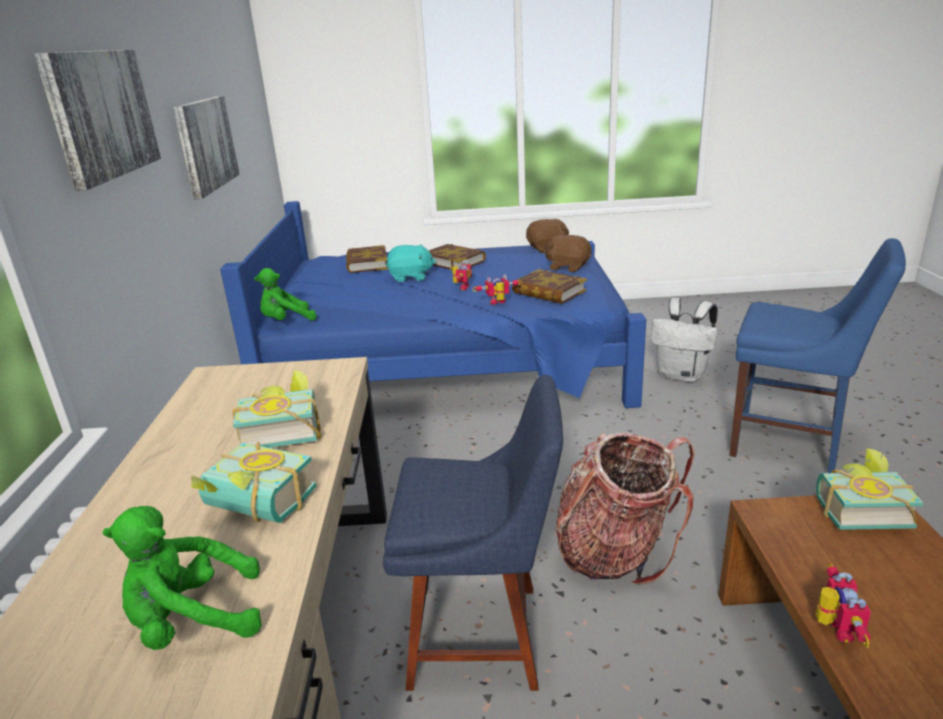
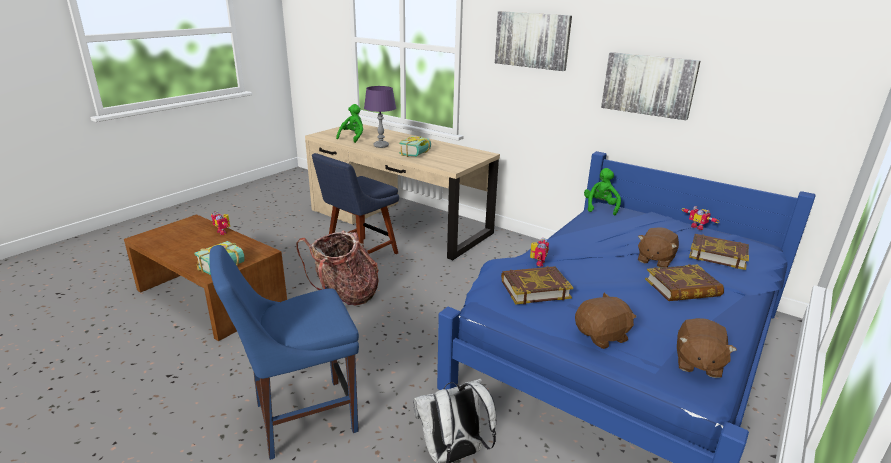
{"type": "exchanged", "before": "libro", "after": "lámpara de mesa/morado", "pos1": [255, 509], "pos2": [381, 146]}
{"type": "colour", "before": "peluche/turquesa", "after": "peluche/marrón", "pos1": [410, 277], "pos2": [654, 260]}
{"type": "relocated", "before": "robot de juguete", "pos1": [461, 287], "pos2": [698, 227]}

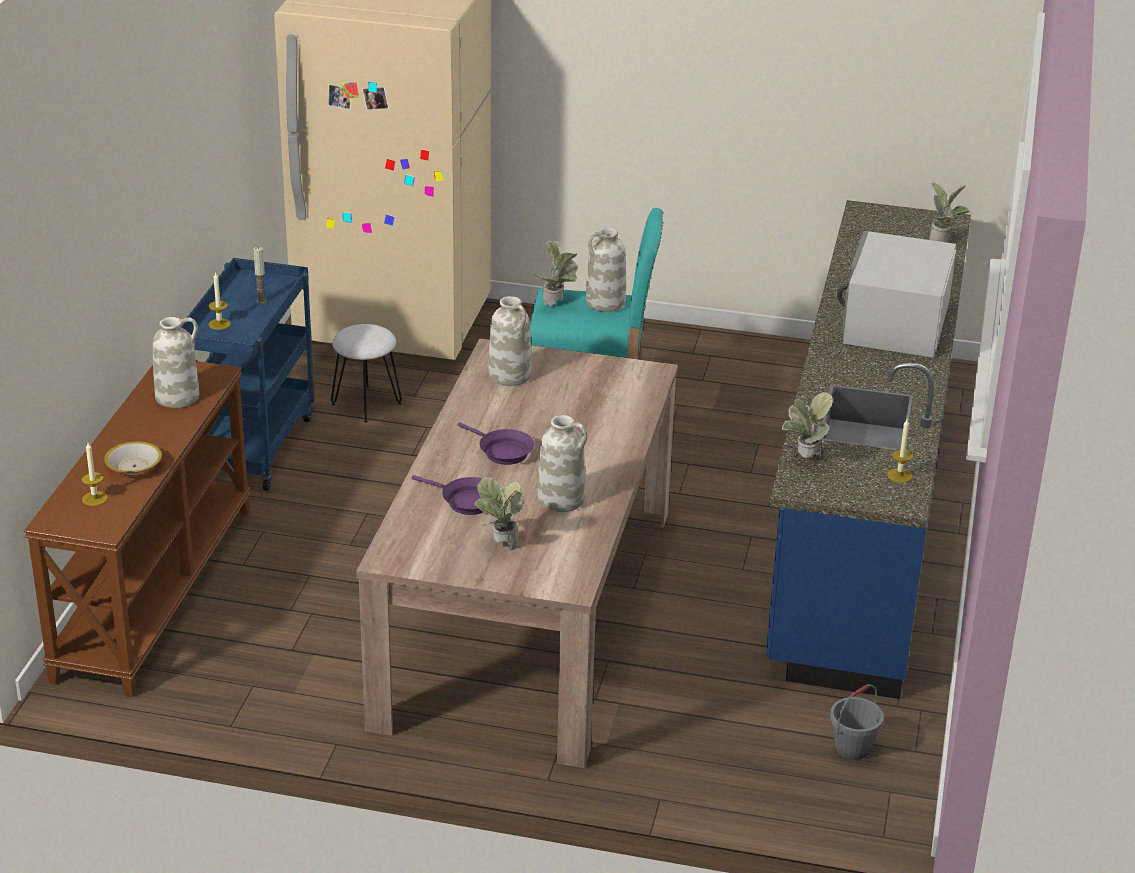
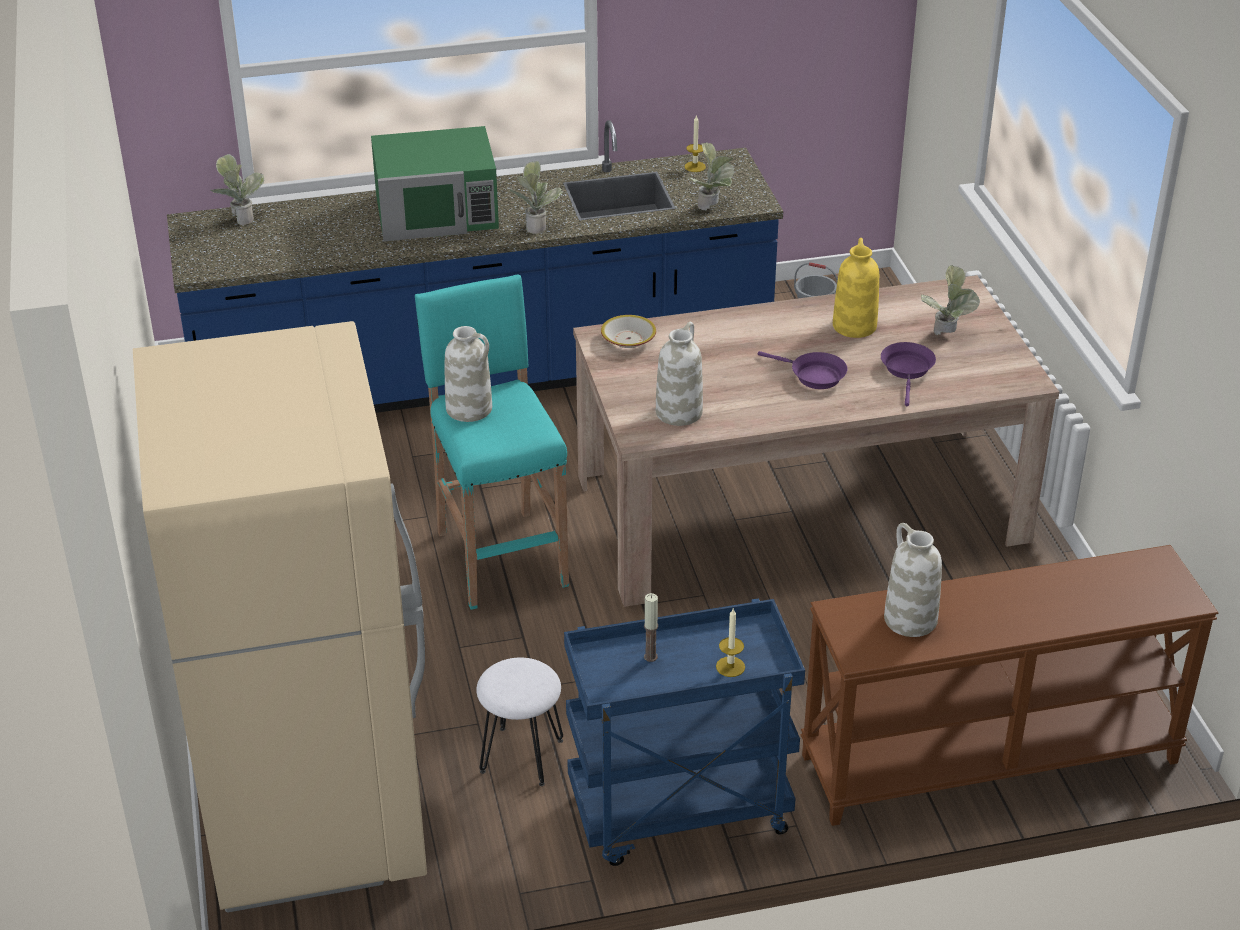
{"type": "missing", "before": "vela", "pos1": [94, 498]}
{"type": "relocated", "before": "cuenco", "pos1": [134, 467], "pos2": [628, 339]}
{"type": "spun", "before": "sartén/morado", "pos1": [502, 451], "pos2": [813, 376], "turn": 105}
{"type": "relocated", "before": "planta en maceta", "pos1": [557, 303], "pos2": [536, 225]}
{"type": "colour", "before": "florero/blanco", "after": "florero/amarillo", "pos1": [561, 499], "pos2": [854, 325]}
{"type": "colour", "before": "microondas/blanco", "after": "microondas/verde", "pos1": [894, 323], "pos2": [437, 212]}

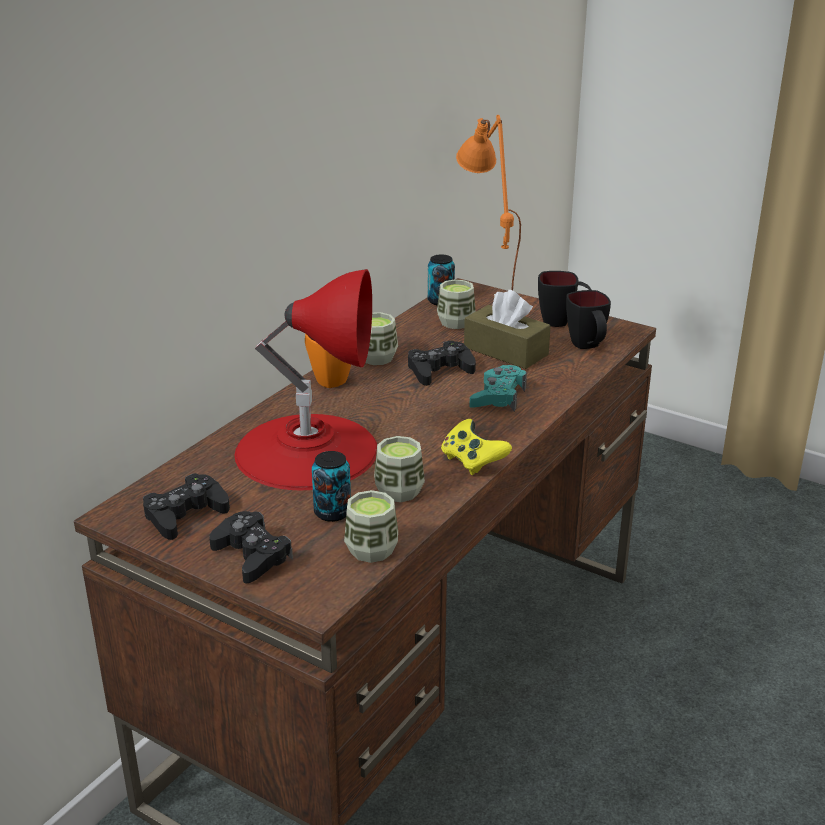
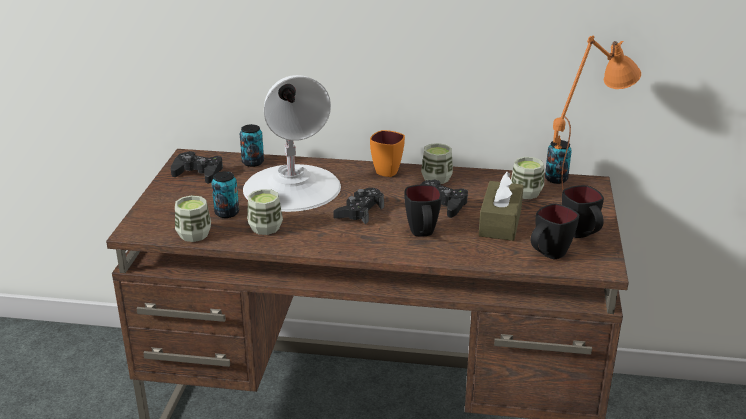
{"type": "relocated", "before": "mando de consola/negro", "pos1": [252, 555], "pos2": [359, 212]}
{"type": "colour", "before": "lámpara de mesa/rojo", "after": "lámpara de mesa/blanco", "pos1": [307, 450], "pos2": [292, 187]}
{"type": "missing", "before": "mando de consola/amarillo", "pos1": [472, 461]}
{"type": "exchanged", "before": "mando de consola/turquesa", "after": "taza grande/negro", "pos1": [498, 397], "pos2": [423, 234]}
{"type": "appeared", "after": "lata", "pos2": [253, 162]}

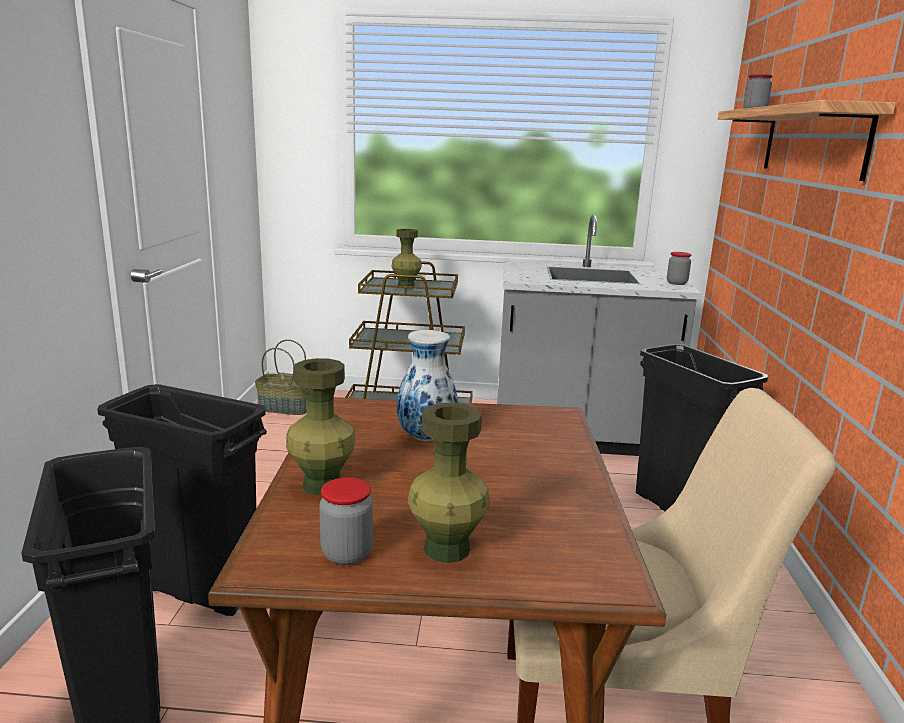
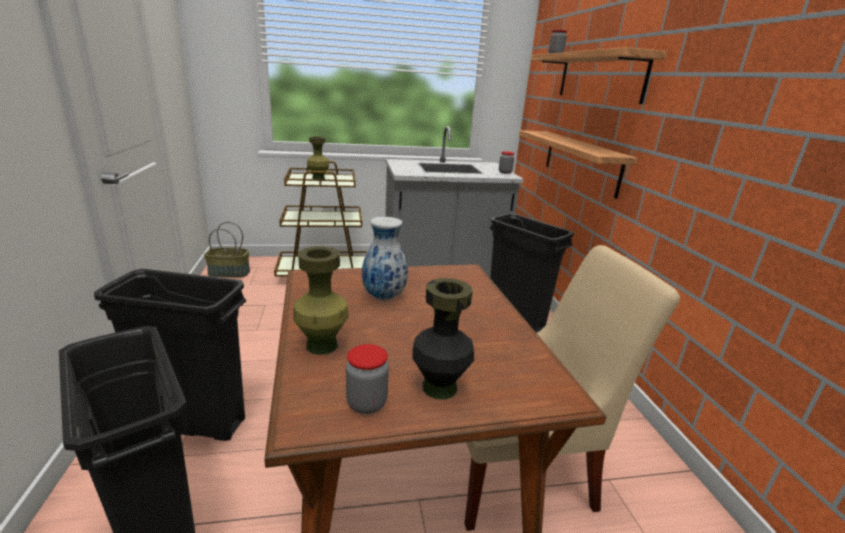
{"type": "colour", "before": "florero/verde", "after": "florero/negro", "pos1": [446, 549], "pos2": [439, 388]}
{"type": "appeared", "after": "estante", "pos2": [580, 161]}

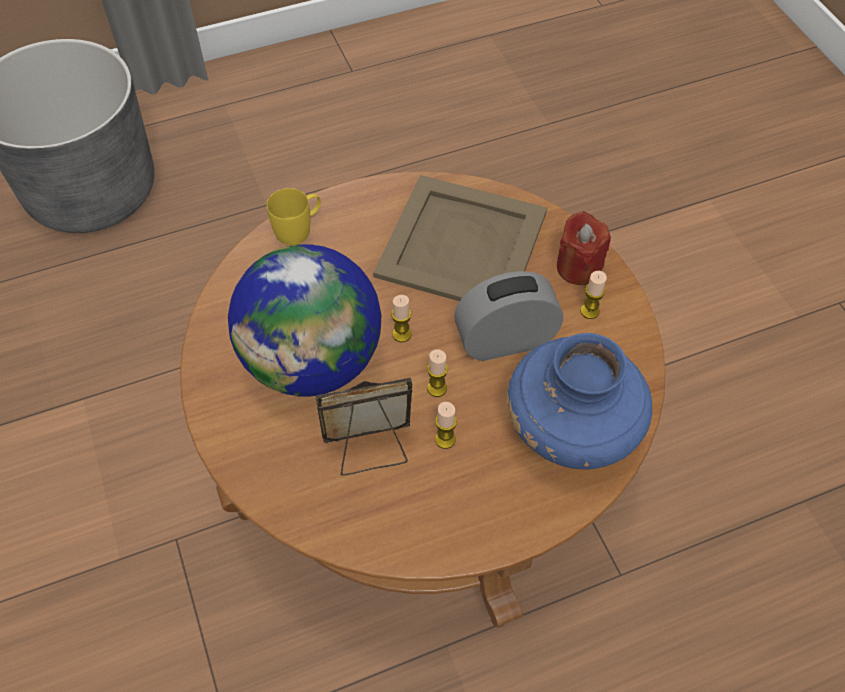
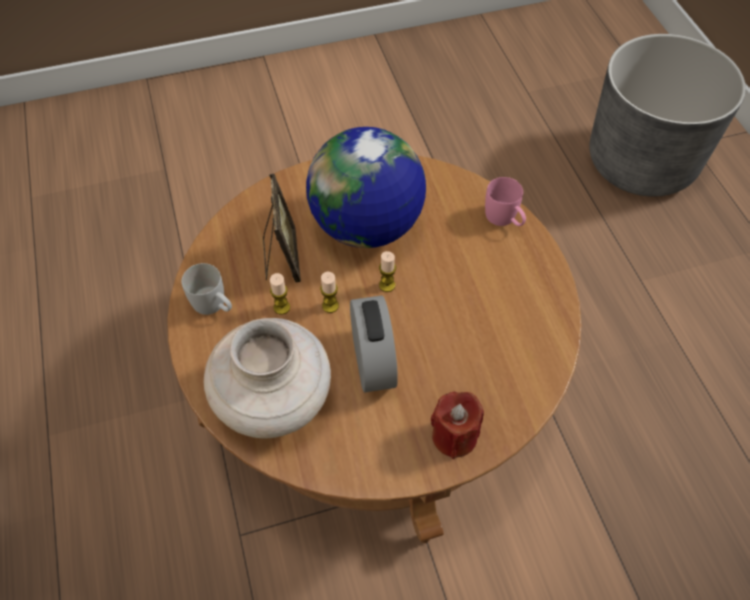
{"type": "colour", "before": "taza grande/amarillo", "after": "taza grande/rosa", "pos1": [299, 228], "pos2": [504, 219]}
{"type": "missing", "before": "bandeja/beis", "pos1": [463, 245]}
{"type": "colour", "before": "florero/azul", "after": "florero/beis", "pos1": [572, 430], "pos2": [274, 401]}
{"type": "missing", "before": "vela", "pos1": [589, 311]}
{"type": "appeared", "after": "taza grande/blanco", "pos2": [214, 305]}

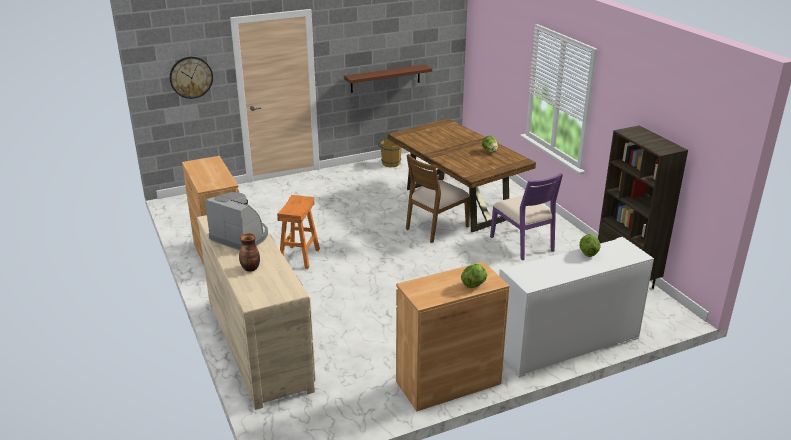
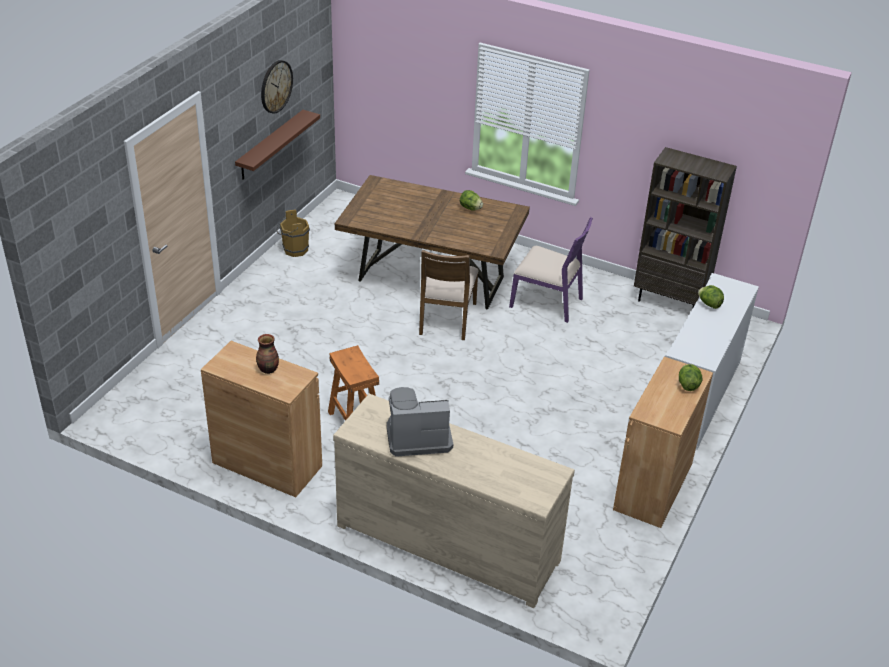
{"type": "relocated", "before": "reloj de pared", "pos1": [191, 77], "pos2": [276, 86]}
{"type": "relocated", "before": "florero", "pos1": [250, 268], "pos2": [268, 369]}

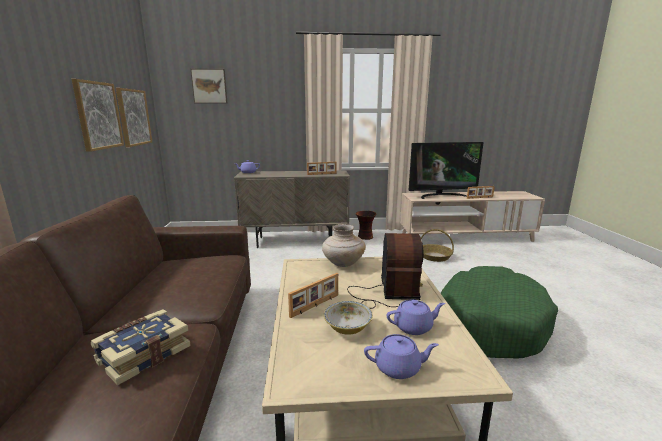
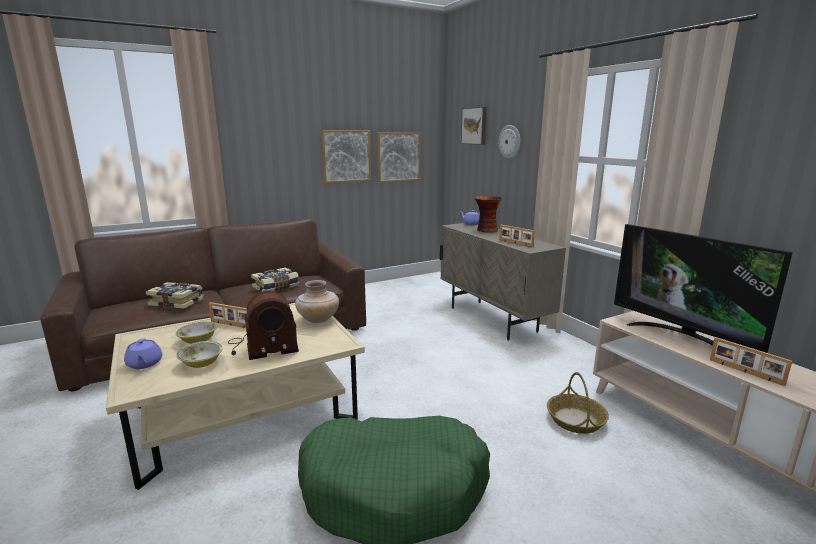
{"type": "relocated", "before": "florero", "pos1": [365, 237], "pos2": [486, 230]}
{"type": "exchanged", "before": "tetera/morado", "after": "cuenco", "pos1": [414, 327], "pos2": [201, 363]}
{"type": "appeared", "after": "libro", "pos2": [276, 287]}
{"type": "appeared", "after": "reloj de pared", "pos2": [510, 142]}

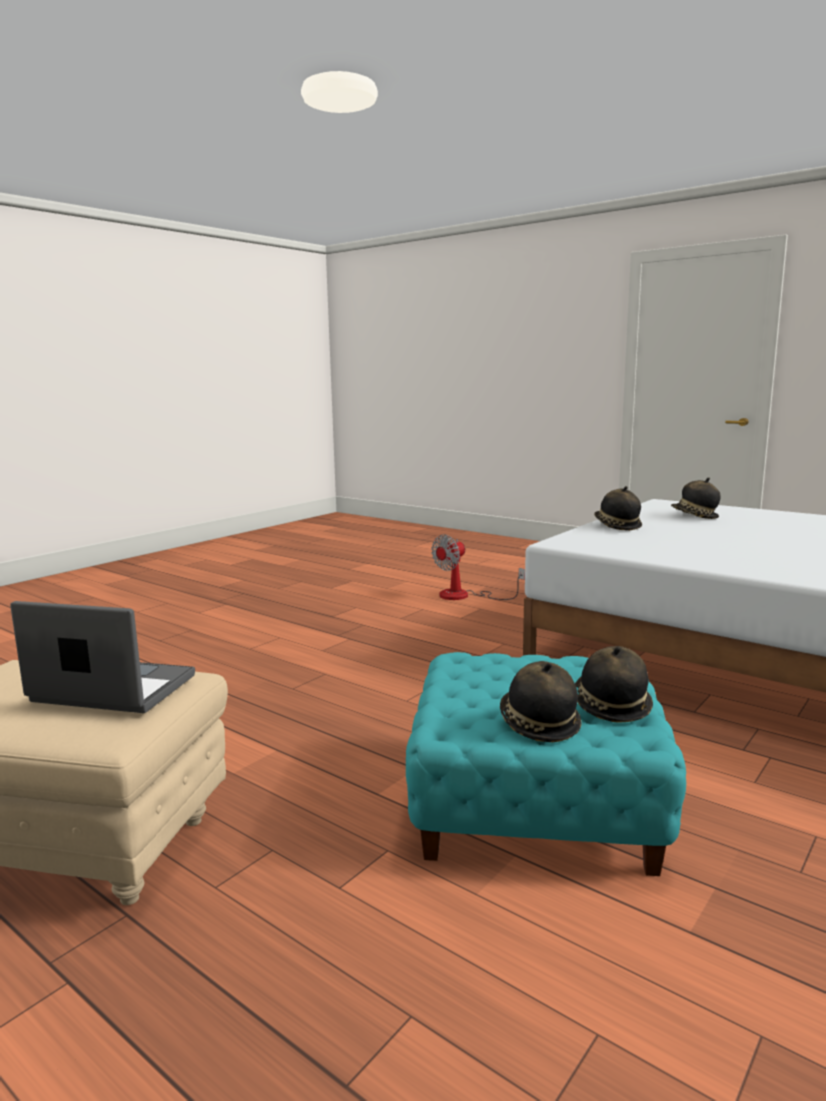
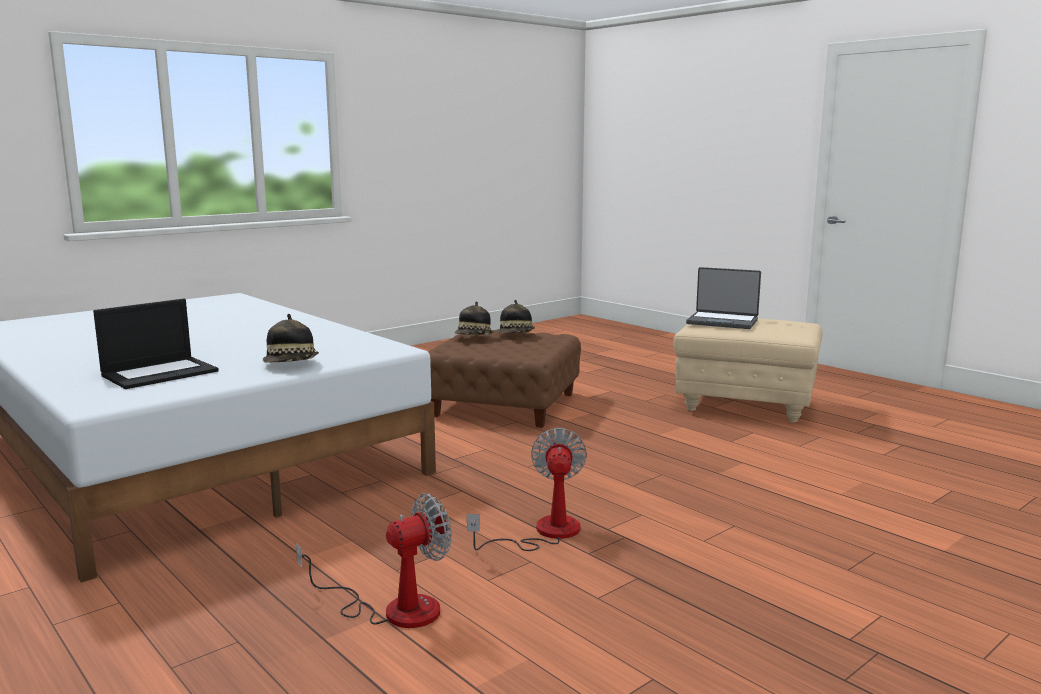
{"type": "colour", "before": "puf/turquesa", "after": "puf/marrón", "pos1": [535, 803], "pos2": [505, 404]}
{"type": "exchanged", "before": "sombrero", "after": "portátil", "pos1": [694, 516], "pos2": [160, 373]}
{"type": "appeared", "after": "ventilador", "pos2": [544, 533]}

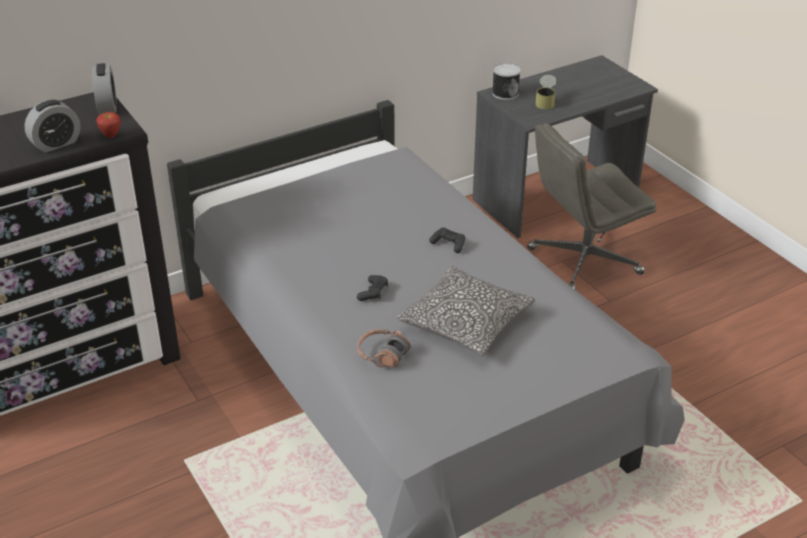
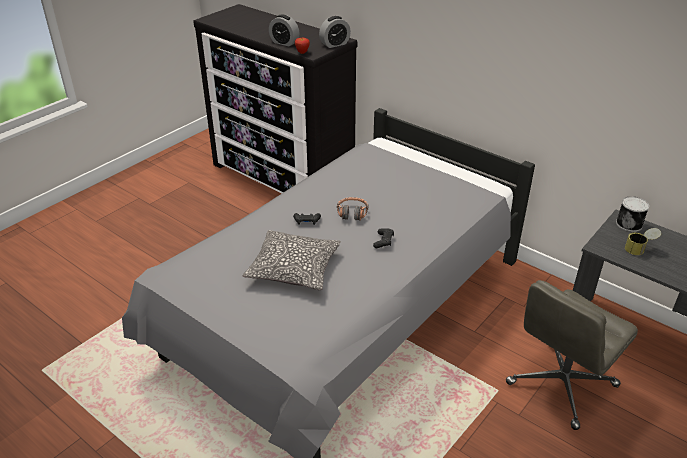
{"type": "relocated", "before": "auriculares", "pos1": [382, 354], "pos2": [352, 213]}
{"type": "spun", "before": "silla de oficina/gris", "pos1": [583, 262], "pos2": [561, 385], "turn": -90}

